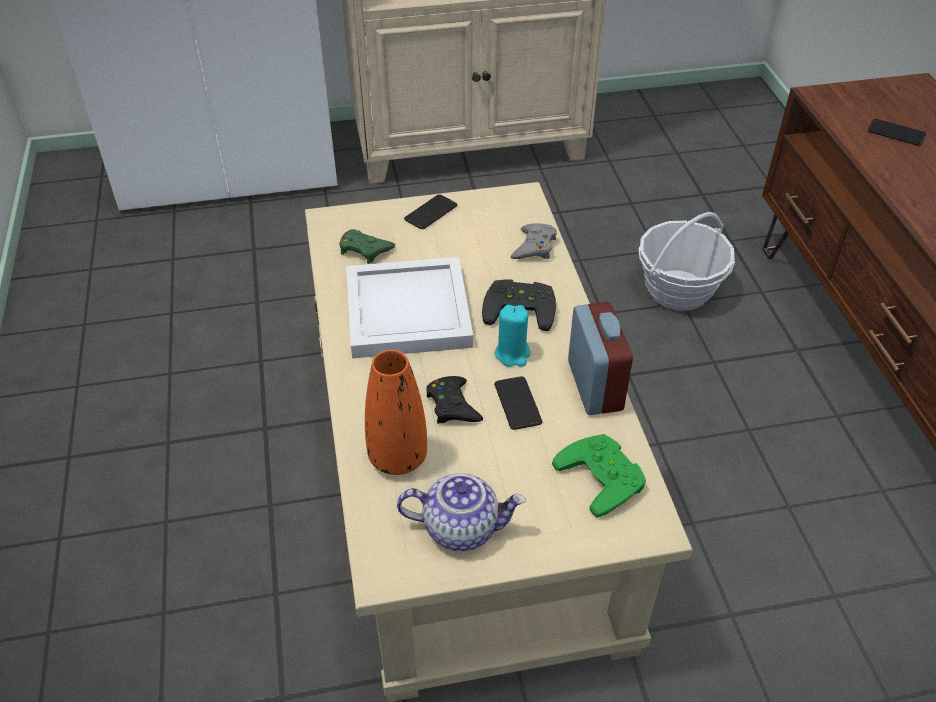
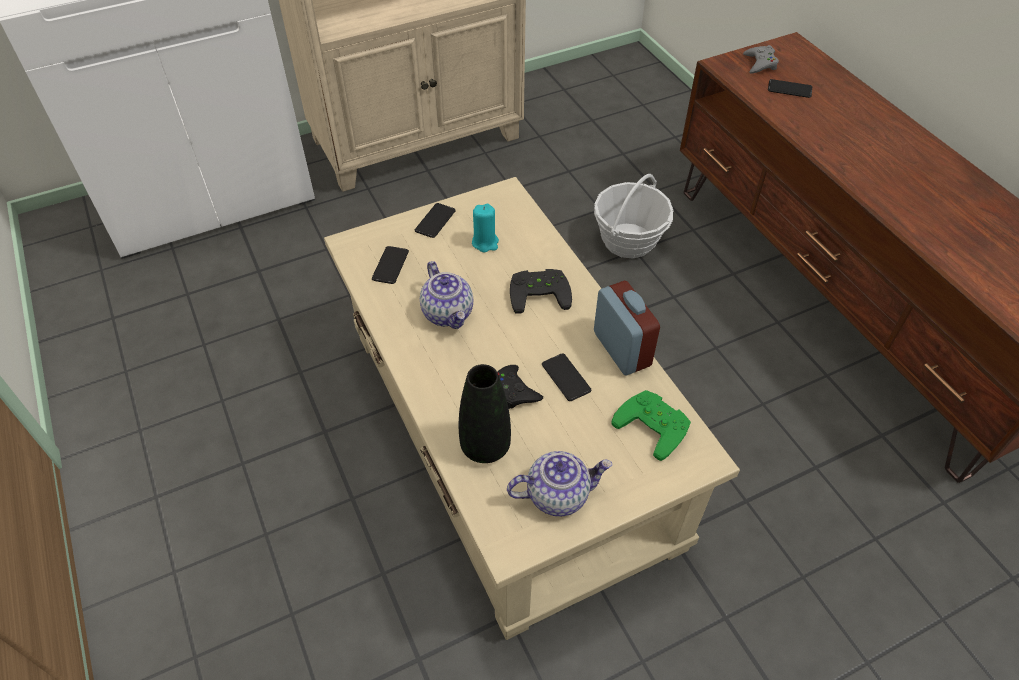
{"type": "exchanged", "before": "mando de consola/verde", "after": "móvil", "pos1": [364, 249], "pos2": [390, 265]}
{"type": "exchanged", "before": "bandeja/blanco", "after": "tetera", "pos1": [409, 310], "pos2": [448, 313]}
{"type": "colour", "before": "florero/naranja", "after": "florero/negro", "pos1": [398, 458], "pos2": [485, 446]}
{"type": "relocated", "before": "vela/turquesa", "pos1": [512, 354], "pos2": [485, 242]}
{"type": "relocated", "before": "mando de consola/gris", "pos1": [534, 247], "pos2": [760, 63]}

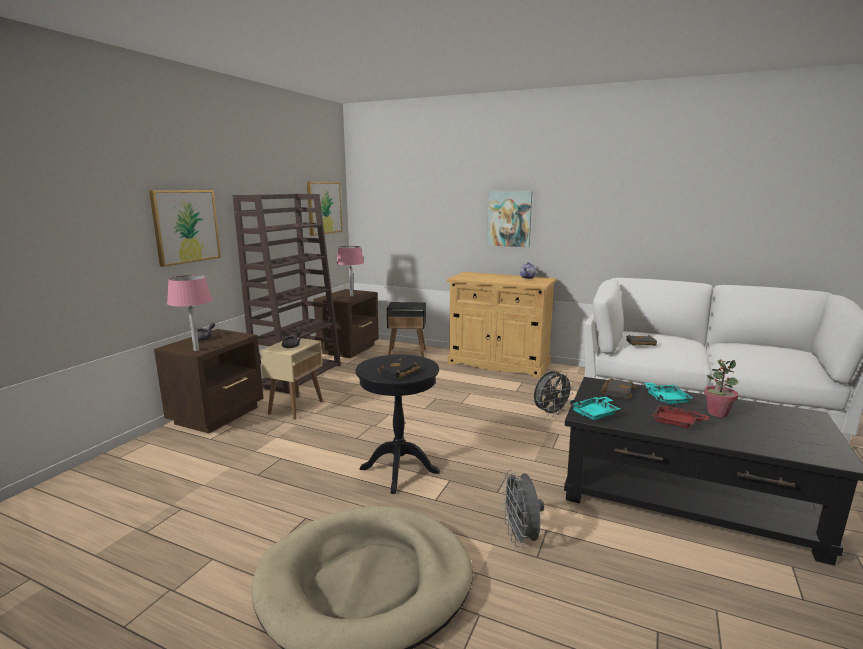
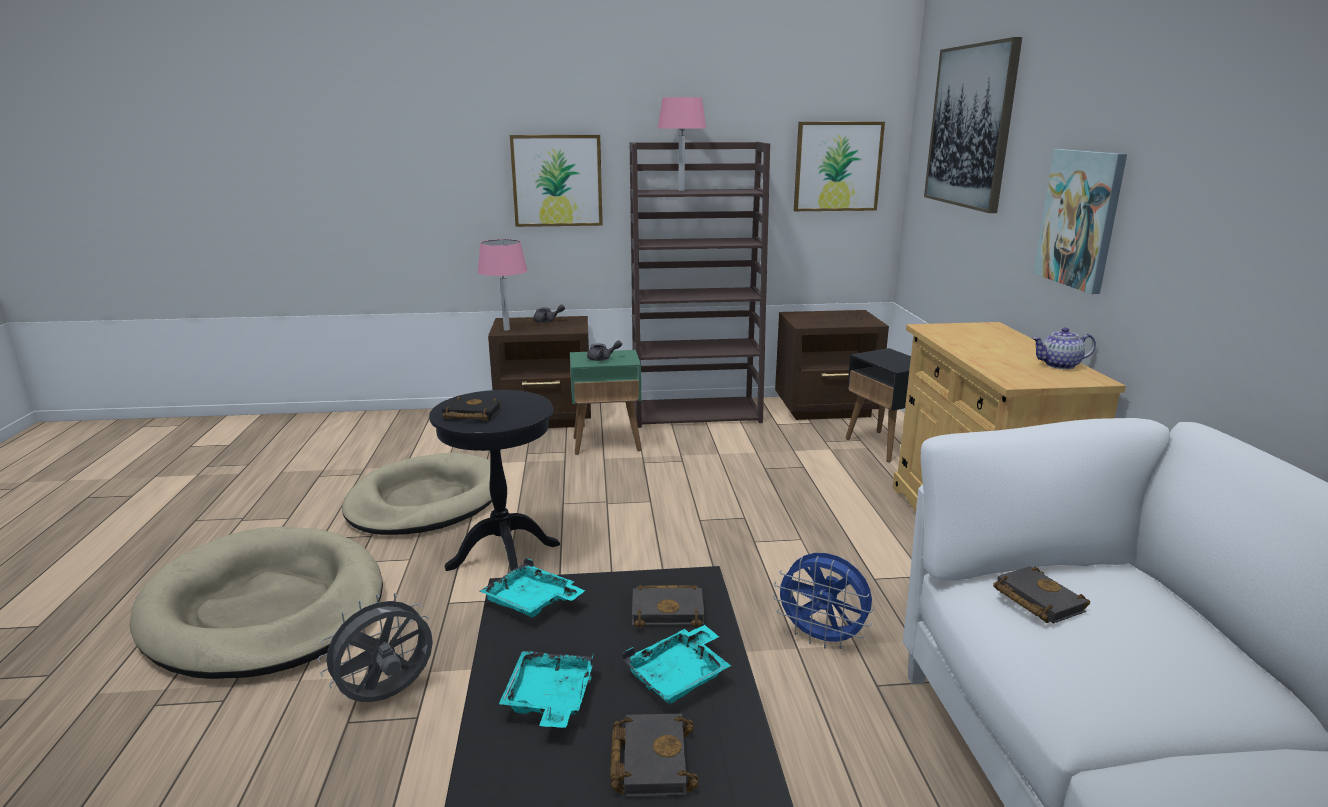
{"type": "colour", "before": "mesa auxiliar/beis", "after": "mesa auxiliar/verde", "pos1": [296, 407], "pos2": [607, 443]}
{"type": "relocated", "before": "lámpara de mesa/rosa", "pos1": [351, 296], "pos2": [681, 190]}
{"type": "colour", "before": "ventilador/gris", "after": "ventilador/azul", "pos1": [550, 413], "pos2": [822, 638]}
{"type": "colour", "before": "bandeja/rojo", "after": "bandeja/turquesa", "pos1": [676, 422], "pos2": [549, 699]}
{"type": "exchanged", "before": "planta en maceta", "after": "libro/negro", "pos1": [717, 413], "pos2": [649, 759]}
{"type": "appeared", "after": "cama para perro/beis", "pos2": [425, 501]}
{"type": "appeared", "after": "cuadro", "pos2": [970, 126]}

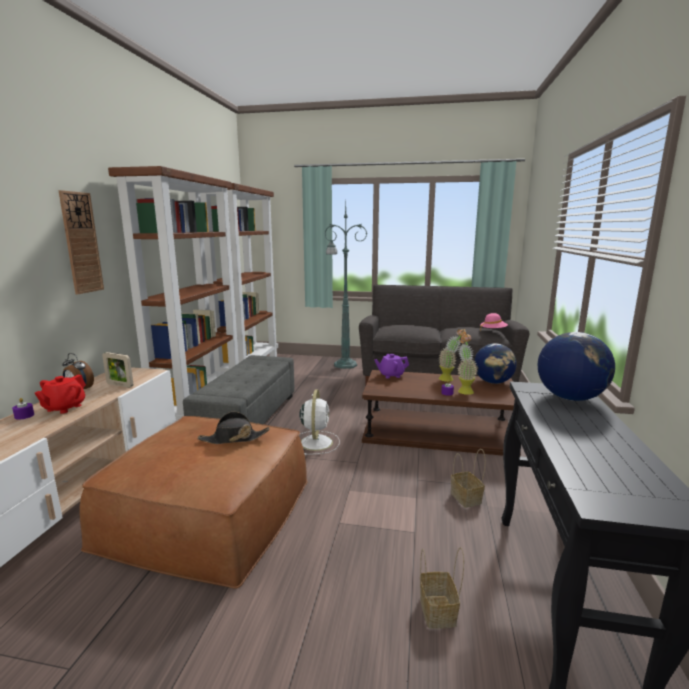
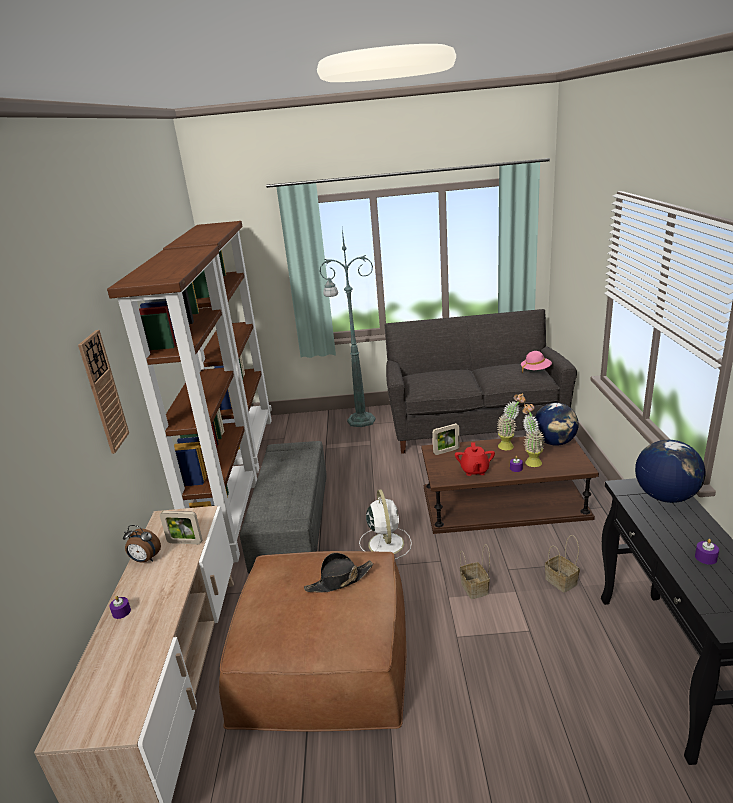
{"type": "relocated", "before": "tetera/rojo", "pos1": [64, 408], "pos2": [474, 470]}
{"type": "exchanged", "before": "tetera/morado", "after": "portarretratos", "pos1": [391, 375], "pos2": [446, 451]}
{"type": "relocated", "before": "cesta", "pos1": [438, 612], "pos2": [475, 589]}
{"type": "appeared", "after": "vela/morado", "pos2": [705, 557]}

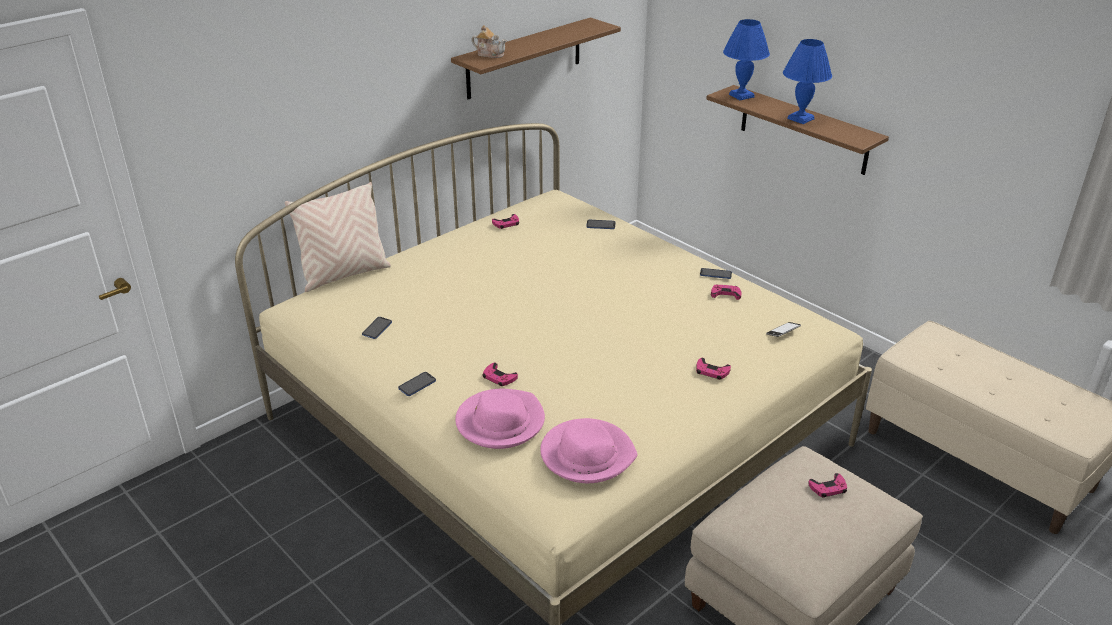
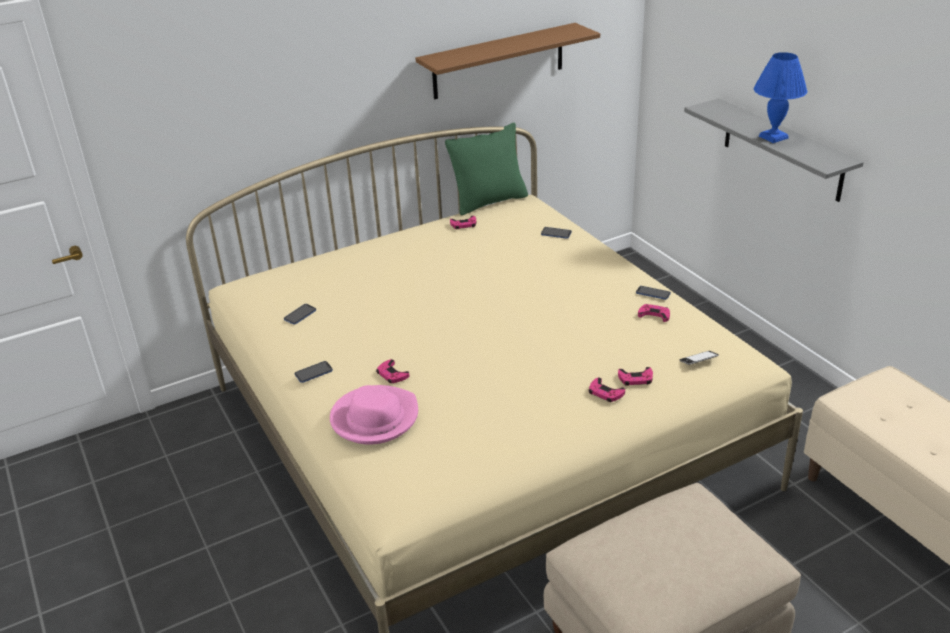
{"type": "missing", "before": "cojín/beis", "pos1": [344, 274]}
{"type": "missing", "before": "tetera", "pos1": [490, 54]}
{"type": "missing", "before": "sombrero/rosa", "pos1": [587, 454]}
{"type": "colour", "before": "estante/marrón", "after": "estante/gris", "pos1": [803, 130], "pos2": [782, 150]}
{"type": "missing", "before": "lámpara de mesa/azul", "pos1": [741, 95]}
{"type": "relocated", "before": "mando de consola/rosa", "pos1": [828, 488], "pos2": [636, 379]}
{"type": "appeared", "after": "cojín/verde", "pos2": [489, 201]}

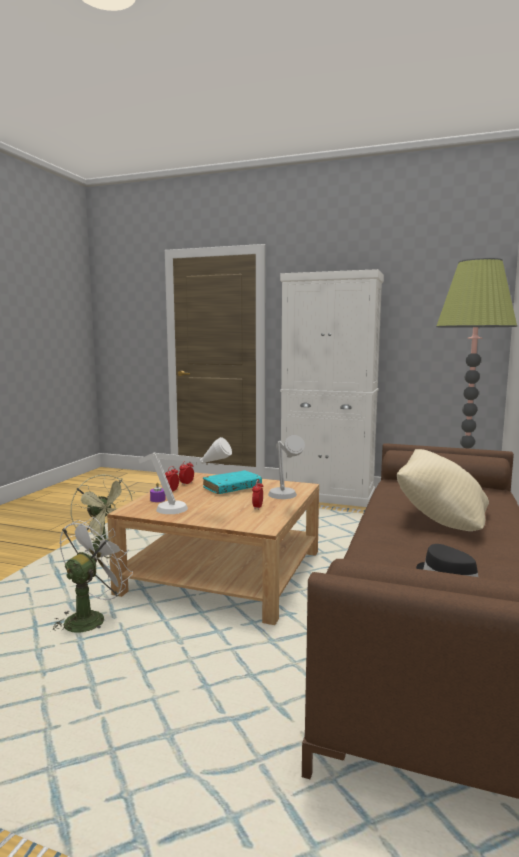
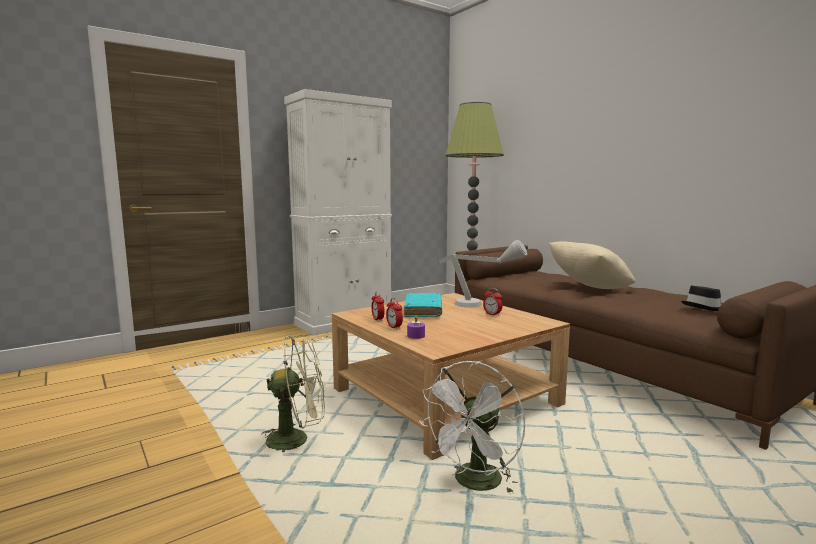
{"type": "spun", "before": "ventilador/blanco", "pos1": [90, 618], "pos2": [474, 484], "turn": -120}
{"type": "missing", "before": "lámpara de mesa/blanco", "pos1": [186, 511]}

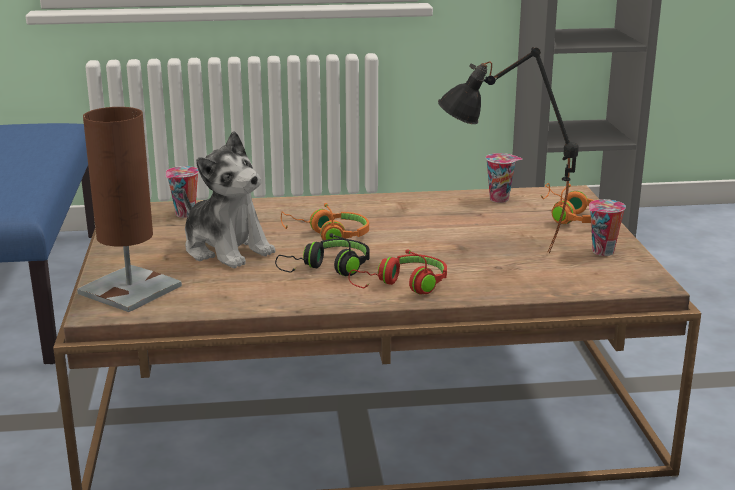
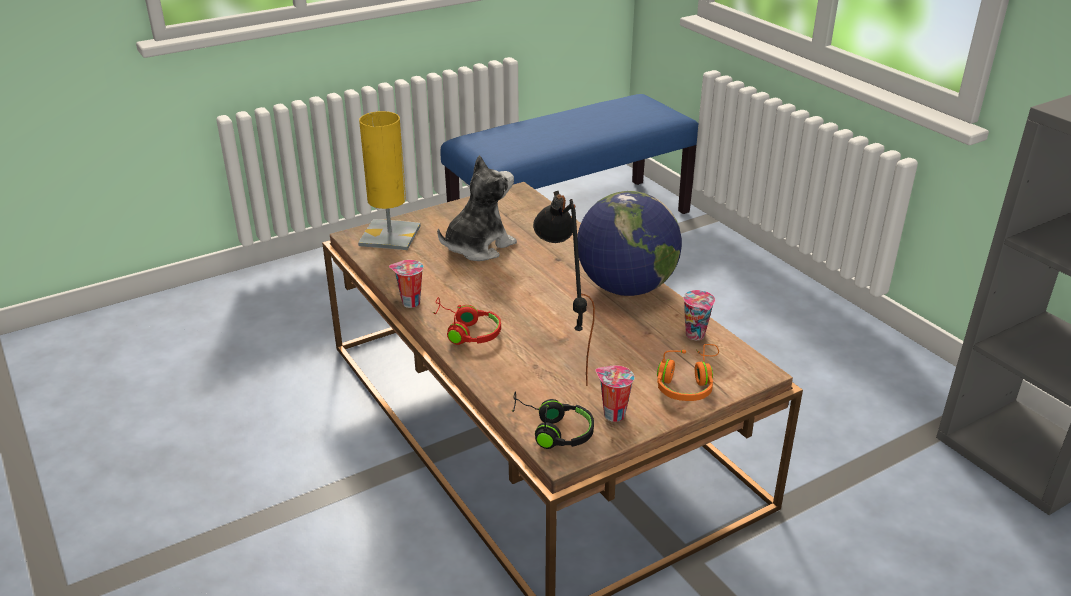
{"type": "colour", "before": "lámpara de mesa/marrón", "after": "lámpara de mesa/amarillo", "pos1": [130, 290], "pos2": [390, 236]}
{"type": "relocated", "before": "taza", "pos1": [185, 214], "pos2": [409, 303]}
{"type": "spun", "before": "peluche", "pos1": [227, 249], "pos2": [478, 247], "turn": -150}
{"type": "relocated", "before": "auriculares/negro", "pos1": [328, 269], "pos2": [551, 430]}
{"type": "missing", "before": "auriculares/naranja", "pos1": [328, 236]}
{"type": "appeared", "after": "globo terráqueo", "pos2": [626, 288]}

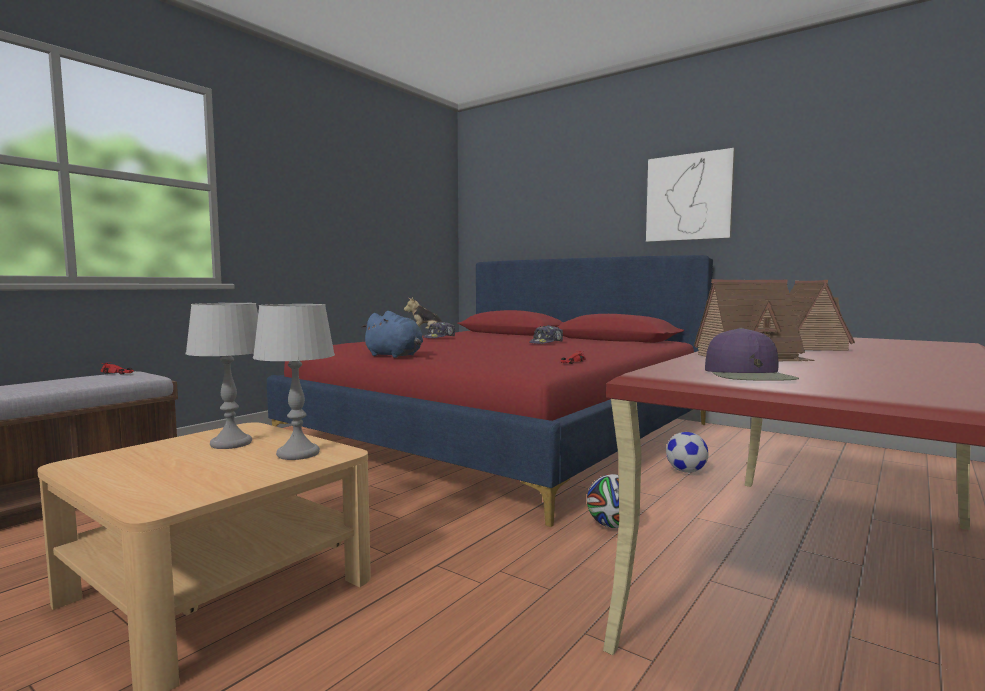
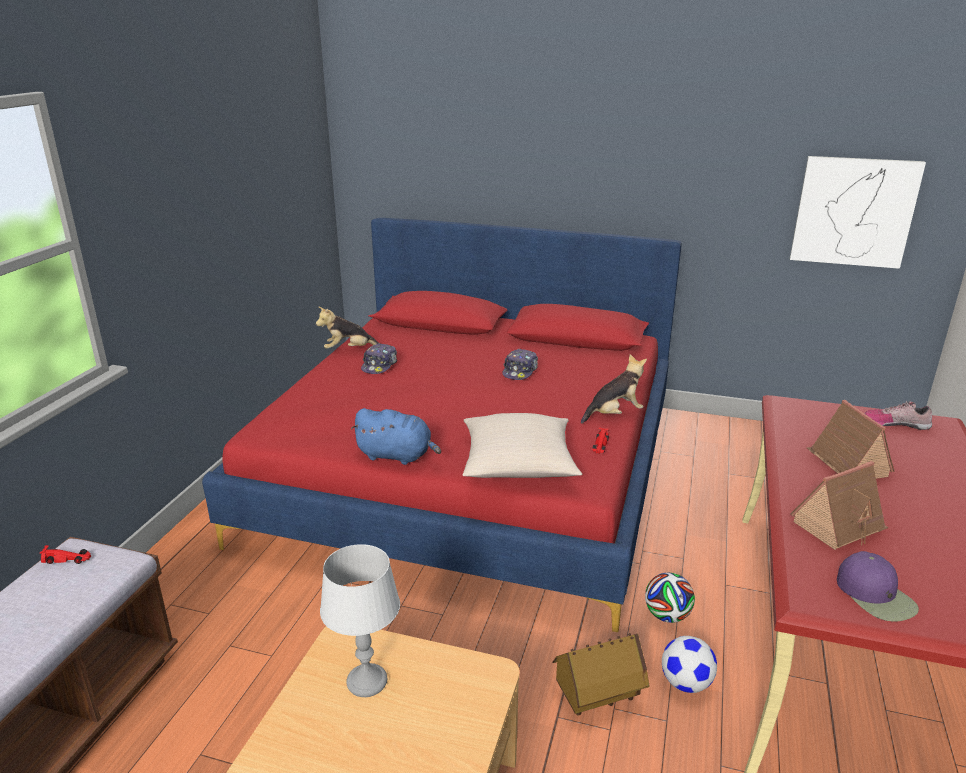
{"type": "missing", "before": "lámpara de mesa/gris", "pos1": [299, 453]}
{"type": "relocated", "before": "cuadro", "pos1": [689, 197], "pos2": [853, 212]}
{"type": "relocated", "before": "balón de fútbol", "pos1": [686, 471], "pos2": [686, 683]}
{"type": "appeared", "after": "cojín/beis", "pos2": [518, 463]}
{"type": "appeared", "after": "casita", "pos2": [598, 697]}
{"type": "appeared", "after": "peluche", "pos2": [614, 414]}
{"type": "appeared", "after": "zapato", "pos2": [895, 423]}

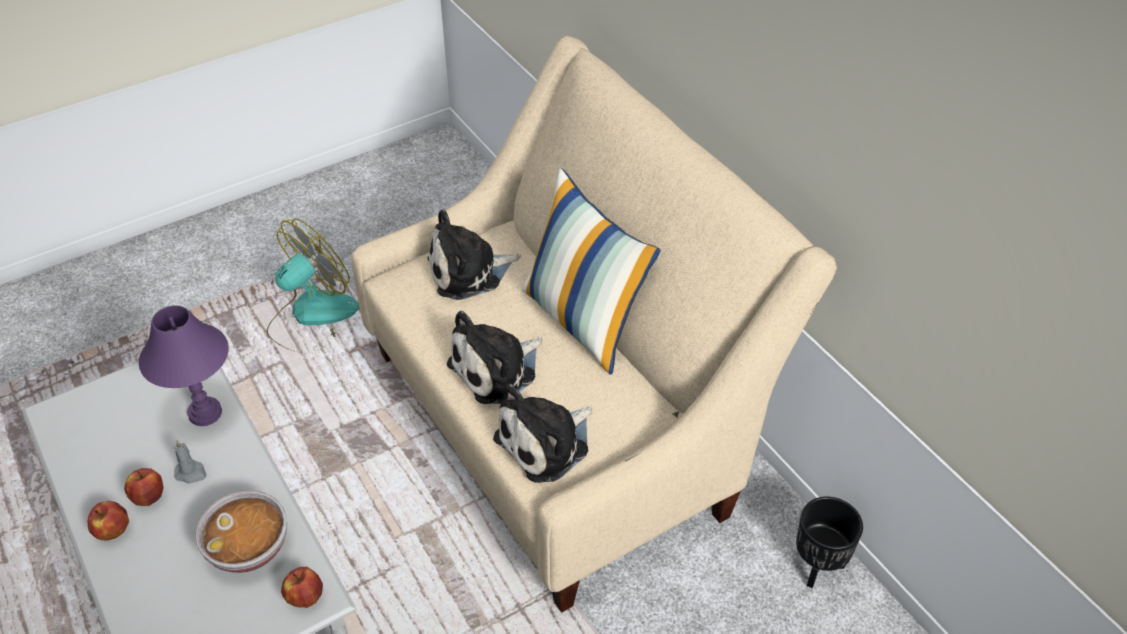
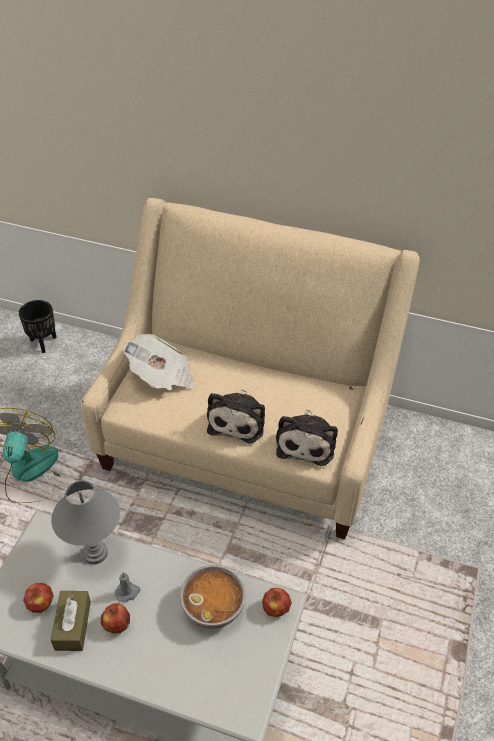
{"type": "relocated", "before": "manzana", "pos1": [113, 530], "pos2": [41, 604]}
{"type": "colour", "before": "lámpara de mesa/morado", "after": "lámpara de mesa/gris", "pos1": [204, 413], "pos2": [94, 553]}
{"type": "exchanged", "before": "peluche", "after": "periódico", "pos1": [469, 272], "pos2": [162, 376]}
{"type": "missing", "before": "cojín", "pos1": [584, 320]}
{"type": "relocated", "before": "maceta/negro", "pos1": [819, 567], "pos2": [44, 343]}
{"type": "appeared", "after": "caja de pañuelos/marrón", "pos2": [73, 625]}

